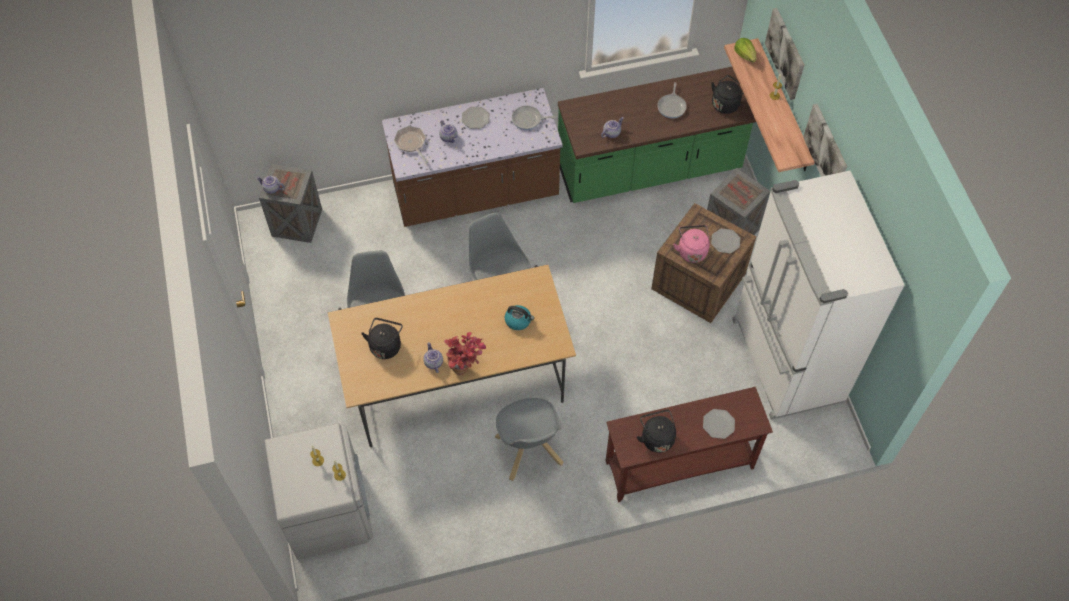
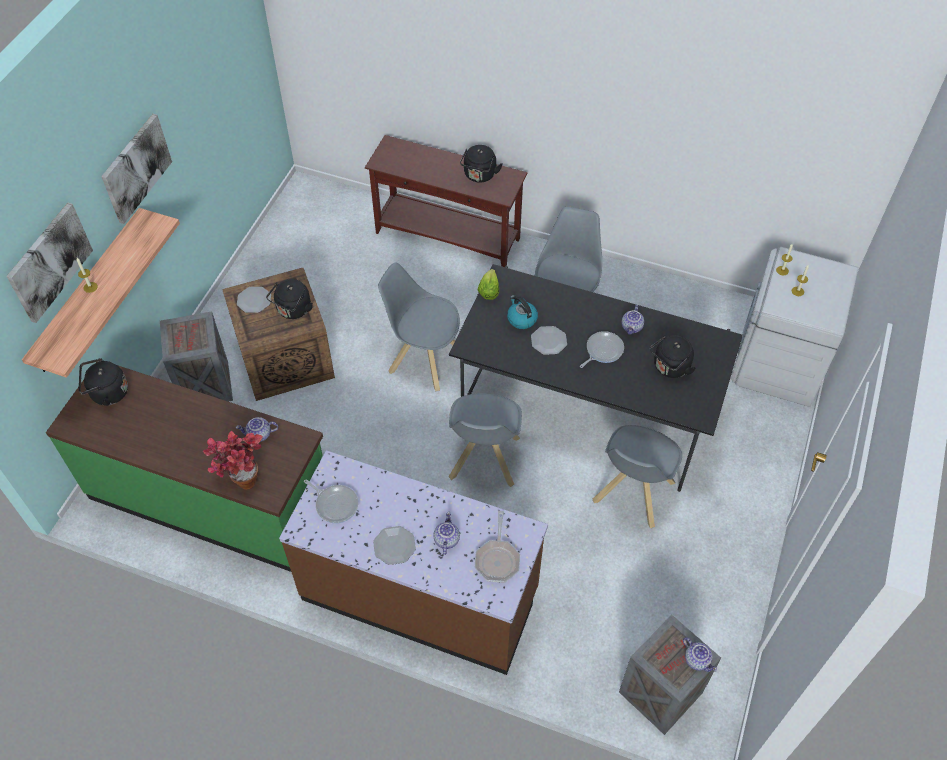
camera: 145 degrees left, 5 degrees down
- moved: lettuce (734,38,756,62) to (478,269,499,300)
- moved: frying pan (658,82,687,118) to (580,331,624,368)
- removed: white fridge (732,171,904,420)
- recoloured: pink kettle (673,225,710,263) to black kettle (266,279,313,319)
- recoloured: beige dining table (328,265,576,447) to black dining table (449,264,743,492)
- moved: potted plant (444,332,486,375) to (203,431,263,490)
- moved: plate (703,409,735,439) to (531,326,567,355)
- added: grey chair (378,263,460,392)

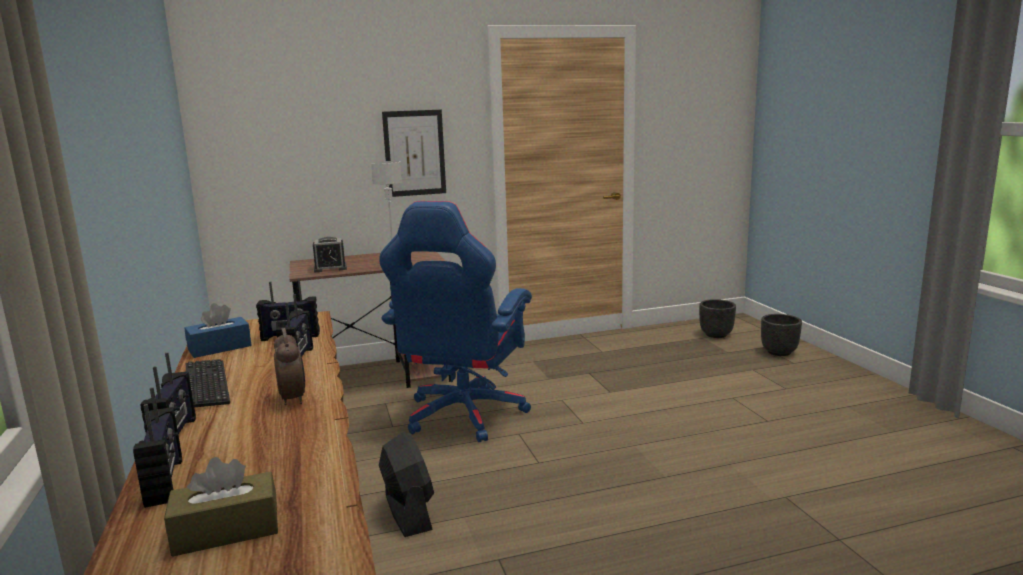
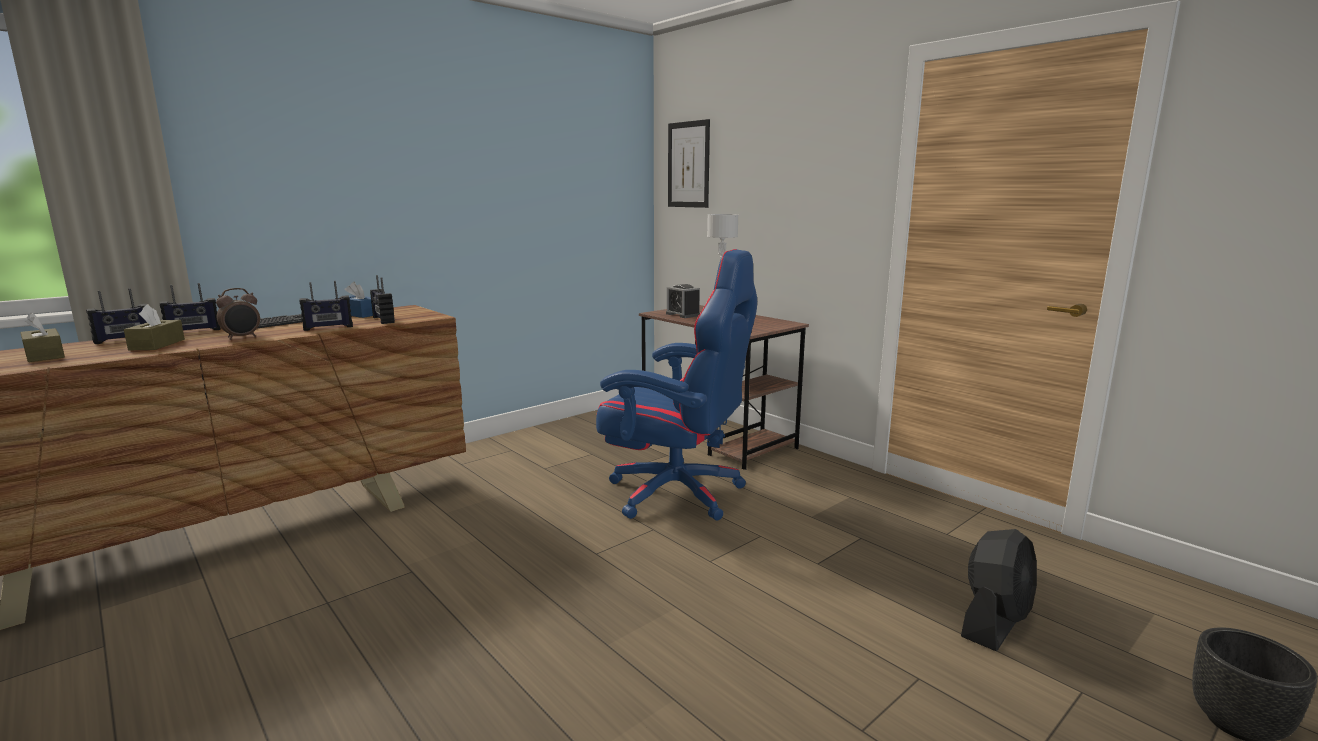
camera: 65 degrees right, 0 degrees up
- moved: picture (382,110,446,197) to (668,119,710,208)
- turned: blue office chair (379,201,532,442) = (596,249,757,521) 150 degrees counterclockwise
- removed: black planter (699,299,736,338)
- moved: black fan (379,432,434,537) to (961,529,1037,652)
- added: brown tissue box (124,304,185,350)

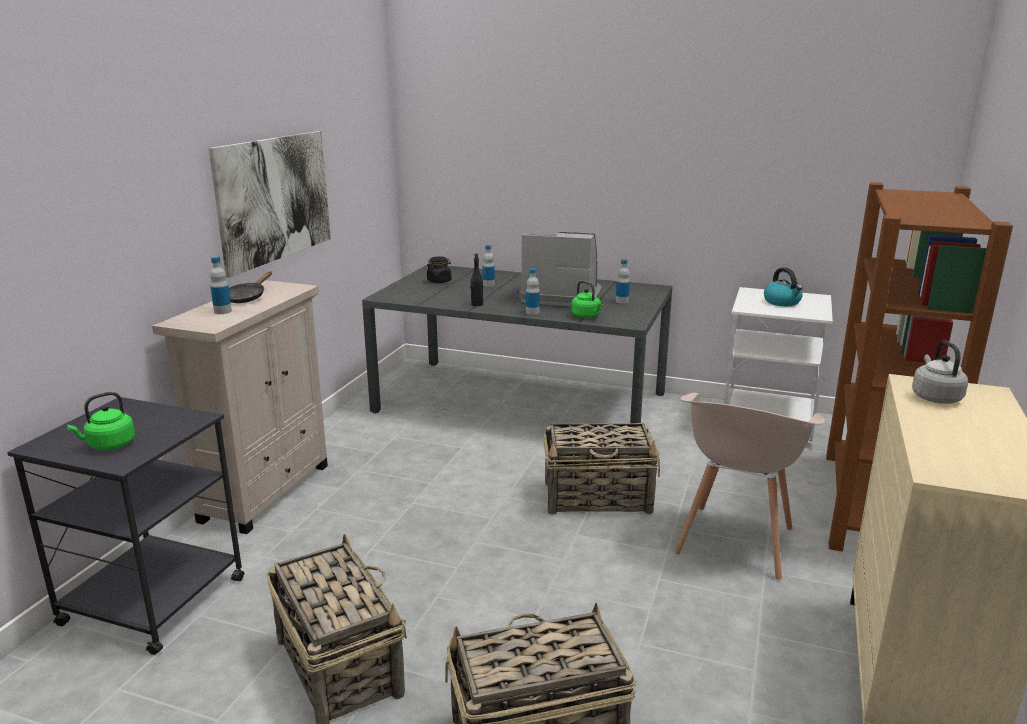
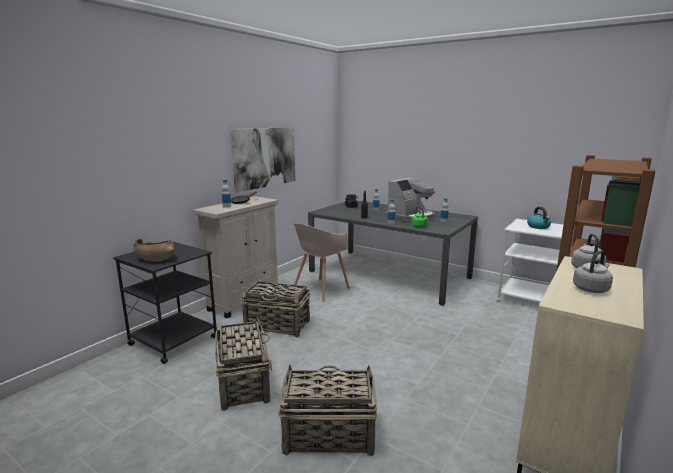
camera: 15 degrees right, 5 degrees down
- turned: coffee machine (519,232,602,307) = (386,177,435,222) 105 degrees clockwise
- replaced: green kettle (67,392,135,450) to brown bowl (133,238,175,262)
- moved: beige chair (674,393,825,580) to (293,223,350,302)
- moved: basket (544,423,660,515) to (240,281,310,337)
- added: grey kettle (573,250,613,293)

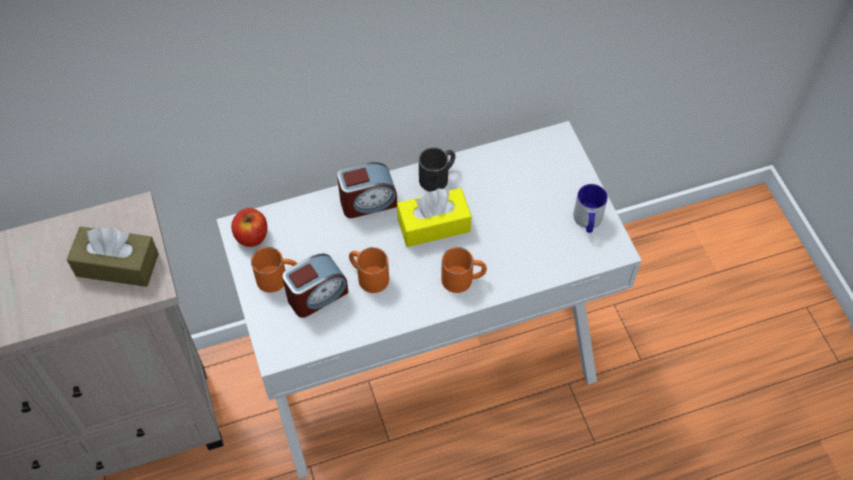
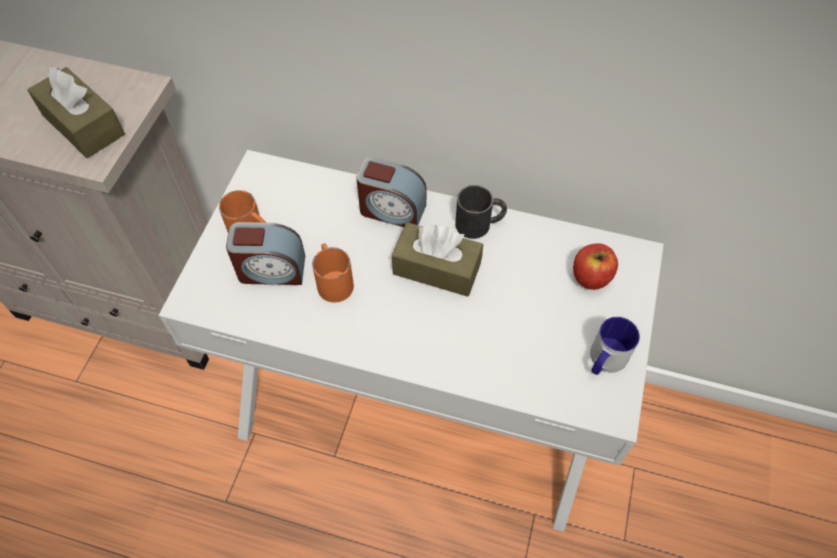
camera: 35 degrees right, 0 degrees up
- recoloured: yellow tissue box (397,188,472,247) to brown tissue box (392,222,483,297)
- moved: apple (231,208,267,247) to (573,243,618,290)
- removed: orange mug (441,247,487,293)

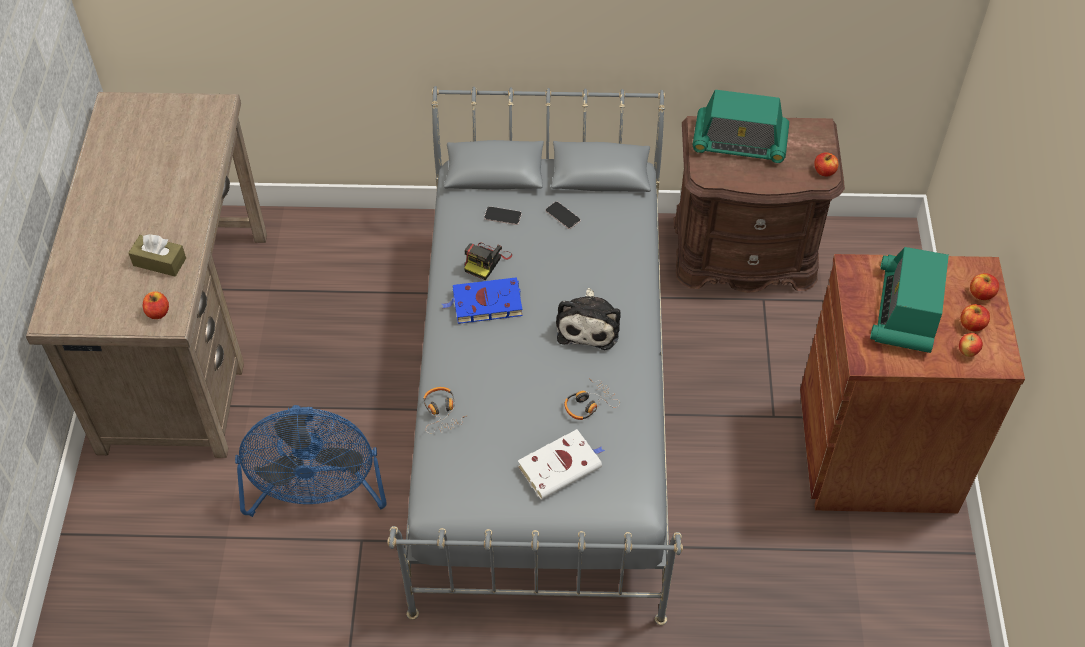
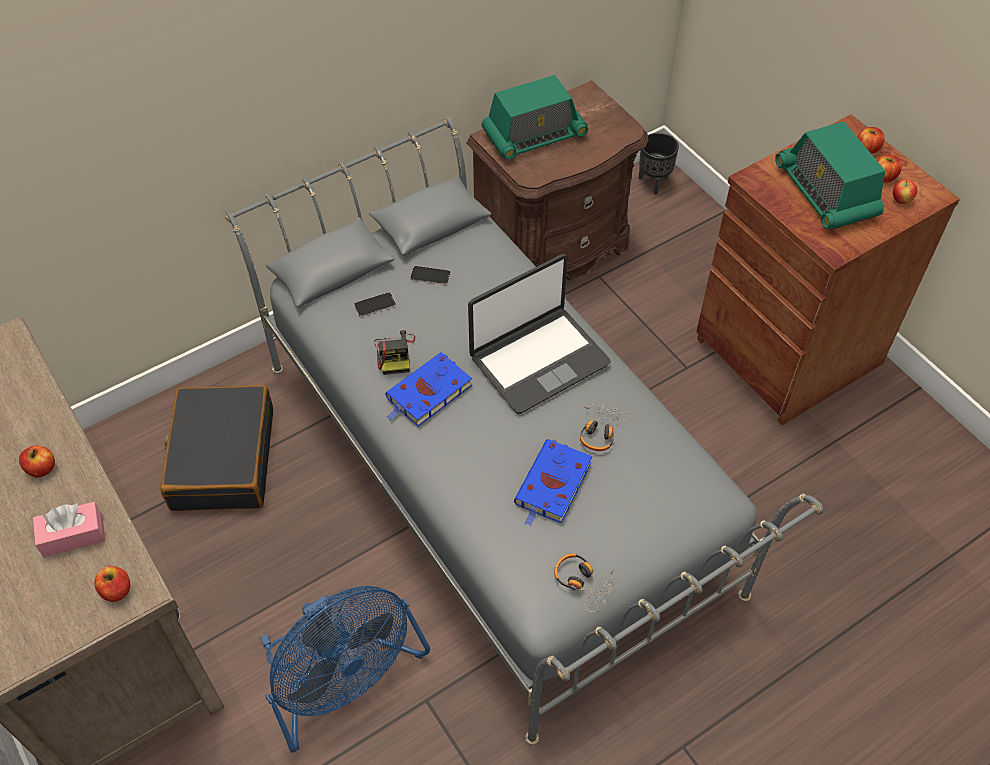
camera: 35 degrees left, 0 degrees up
- moved: apple (814,152,839,176) to (19,446,55,477)
- recoloured: brown tissue box (128,234,186,277) to pink tissue box (33,502,105,557)
- replaced: plush toy (556,288,621,350) to laptop (468,254,611,414)
- moved: headphones (423,387,466,434) to (554,553,616,612)
- removed: white book (518,429,605,500)
- added: black planter (639,133,679,195)
- added: black suitcase (160,385,273,511)
- added: blue book (514,439,592,527)

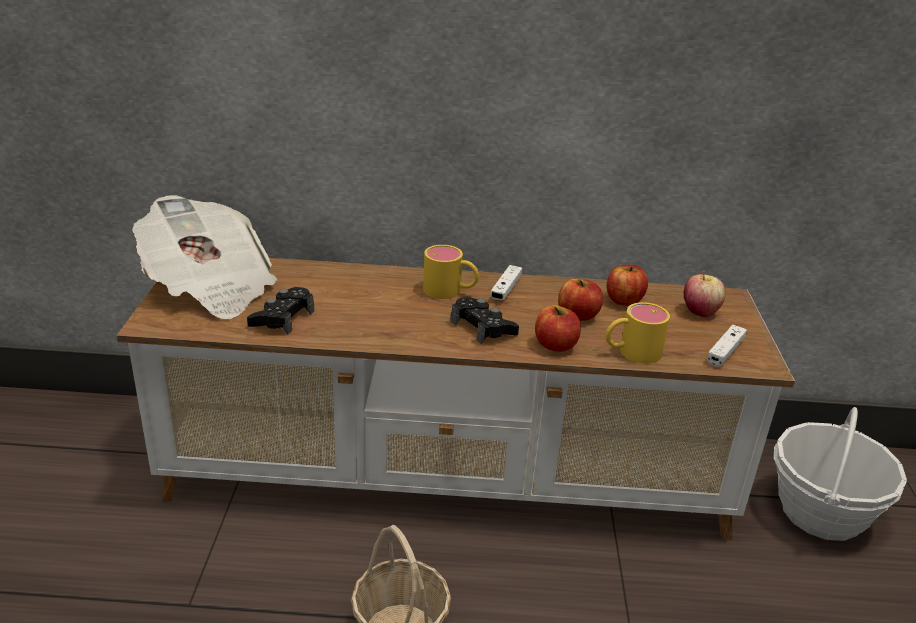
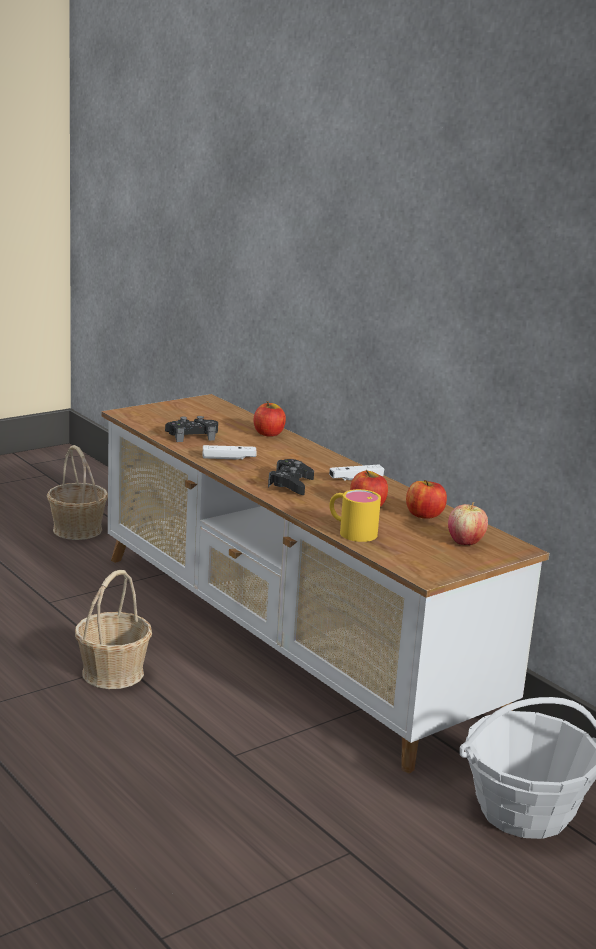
camera: 50 degrees right, 10 degrees down
- removed: newspaper (132,195,277,319)
- removed: yellow mug (423,245,479,299)
- moved: apple (535,305,581,352) to (253,401,286,437)
- moved: white game controller (707,325,747,367) to (203,445,257,460)
- added: basket (47,445,108,540)

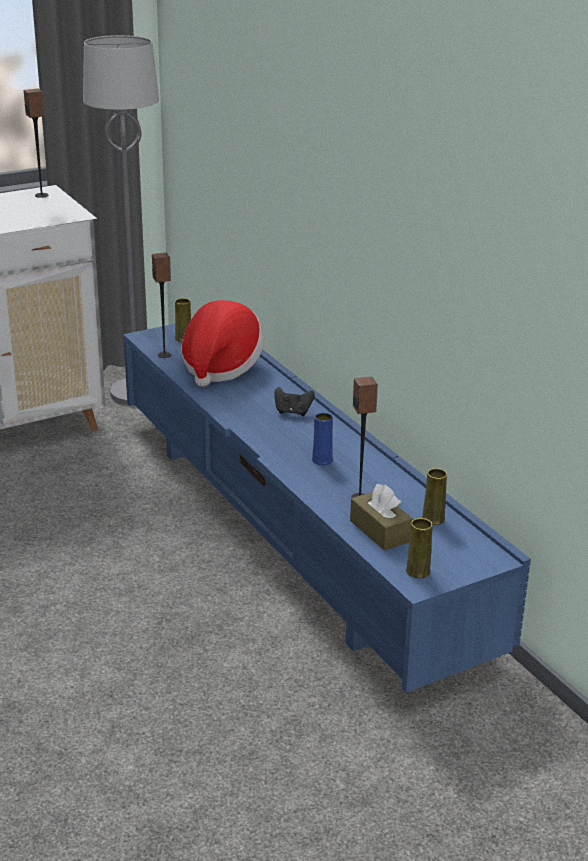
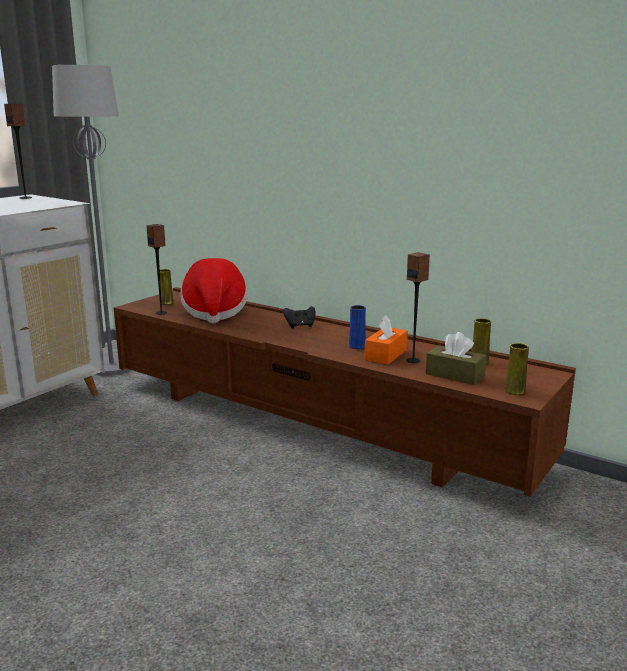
camera: 25 degrees left, 10 degrees down
- recoloured: blue tv stand (123,324,531,693) to brown tv stand (114,287,576,497)
- added: orange tissue box (364,315,408,365)

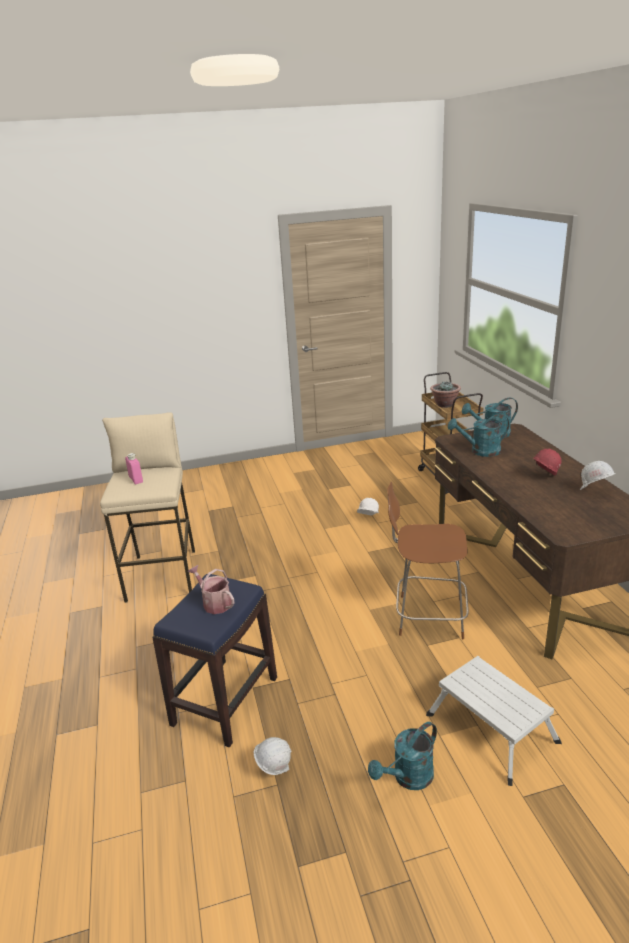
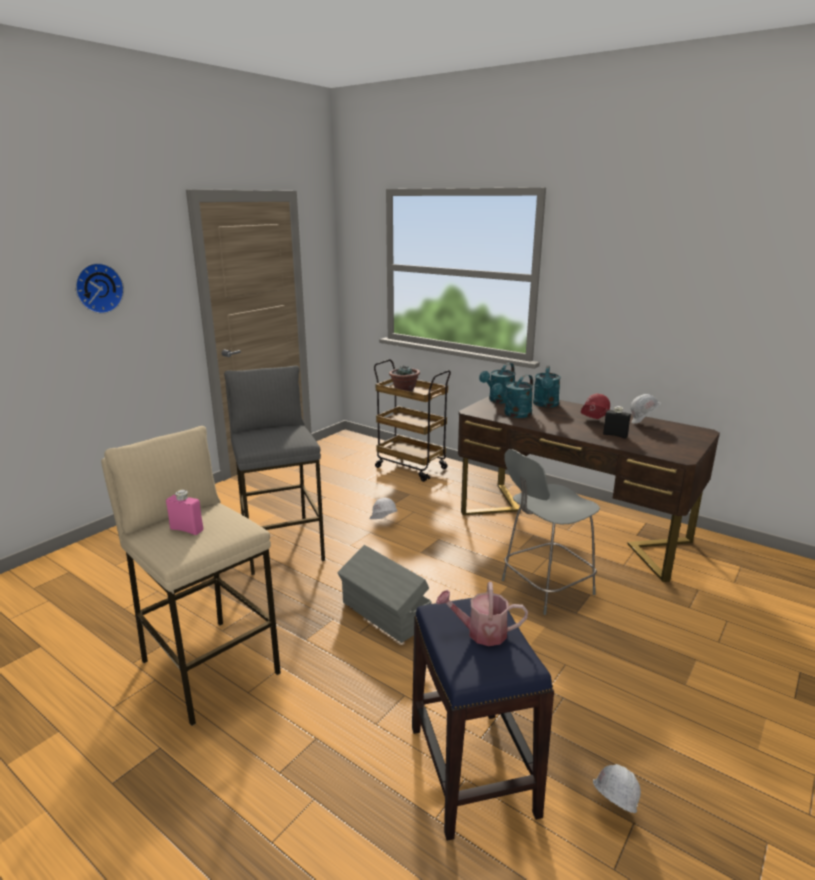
camera: 40 degrees left, 5 degrees down
- recoloured: brown chair (387,482,469,639) to grey chair (502,449,600,615)
- removed: white step ladder (426,656,562,786)
- moved: turquoise watering can (368,722,437,790) to (533,365,561,407)
- added: wall clock (75,263,124,314)
- added: grey stool (224,366,325,575)
- added: black bottle (603,406,631,439)
- added: grey storage box (337,545,432,643)

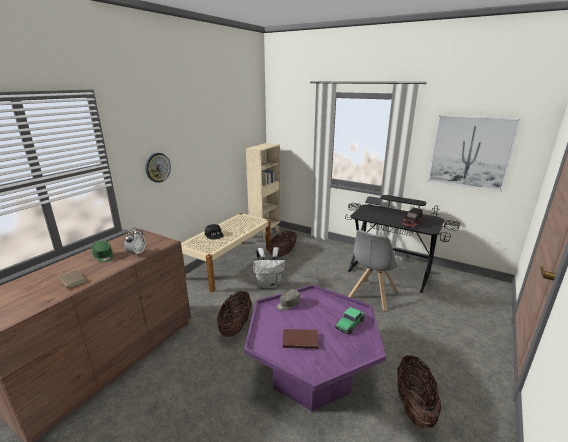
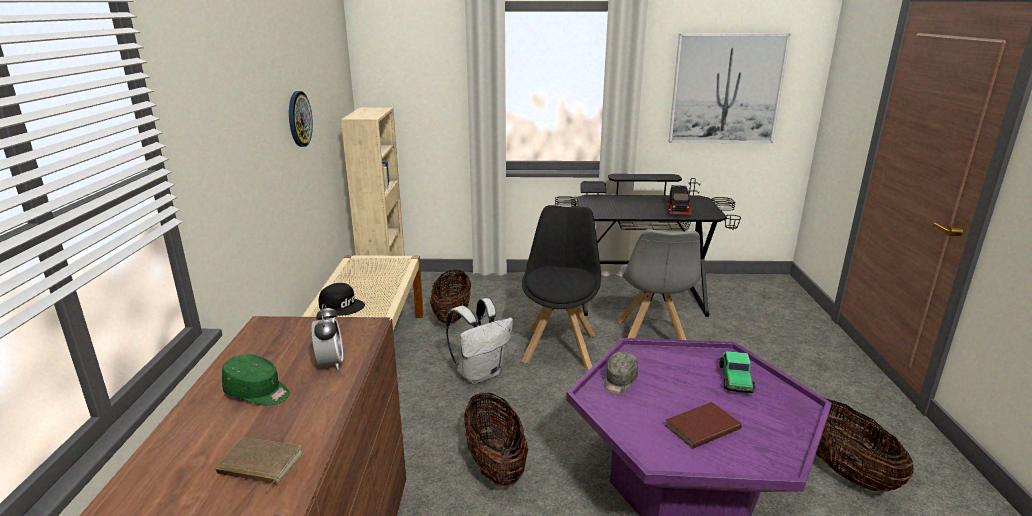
camera: 30 degrees left, 0 degrees up
- moved: wall clock (145,153,171,183) to (289,91,313,147)
- added: black chair (521,205,601,370)

